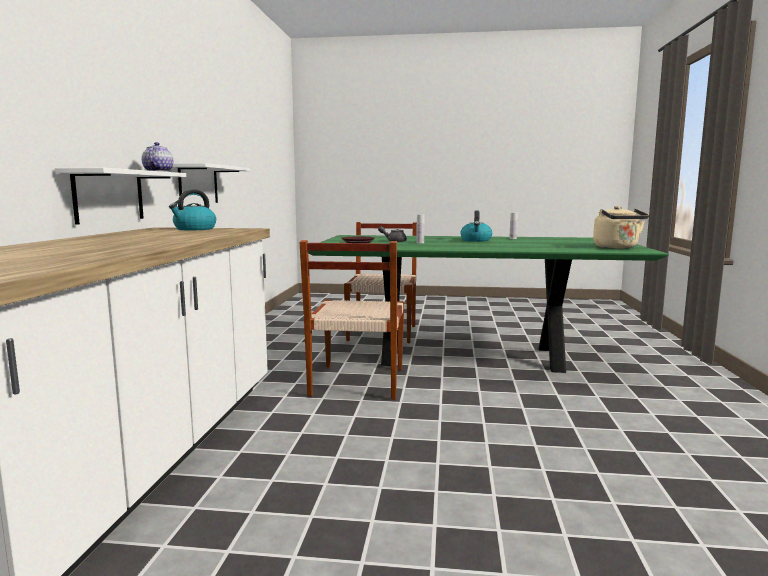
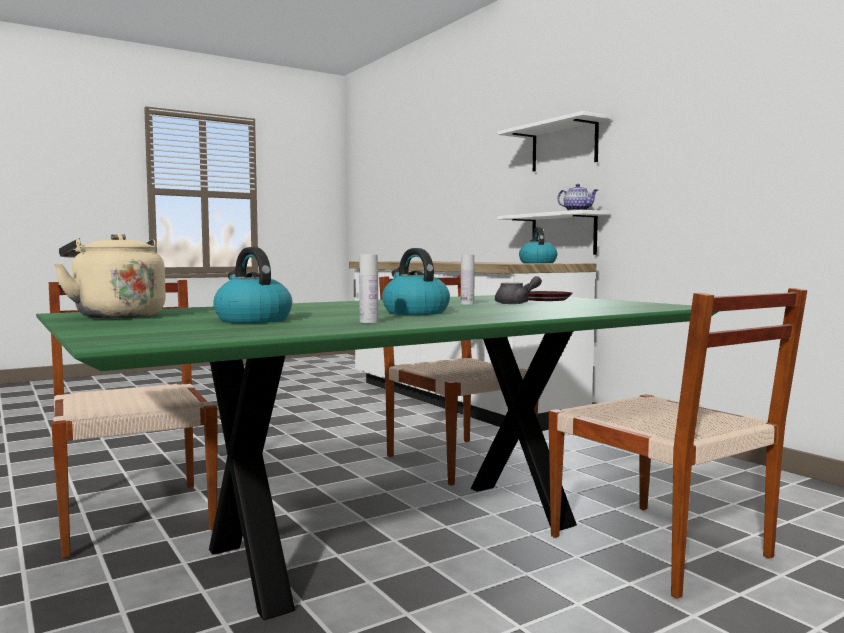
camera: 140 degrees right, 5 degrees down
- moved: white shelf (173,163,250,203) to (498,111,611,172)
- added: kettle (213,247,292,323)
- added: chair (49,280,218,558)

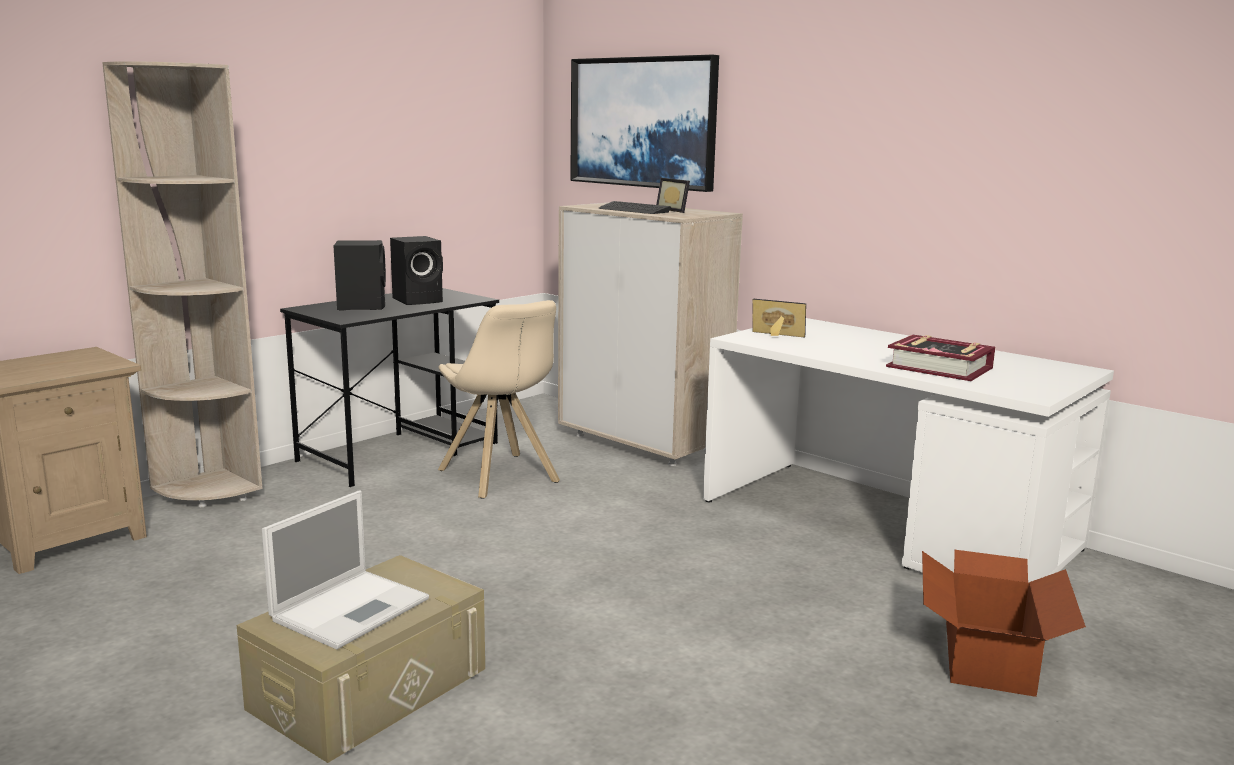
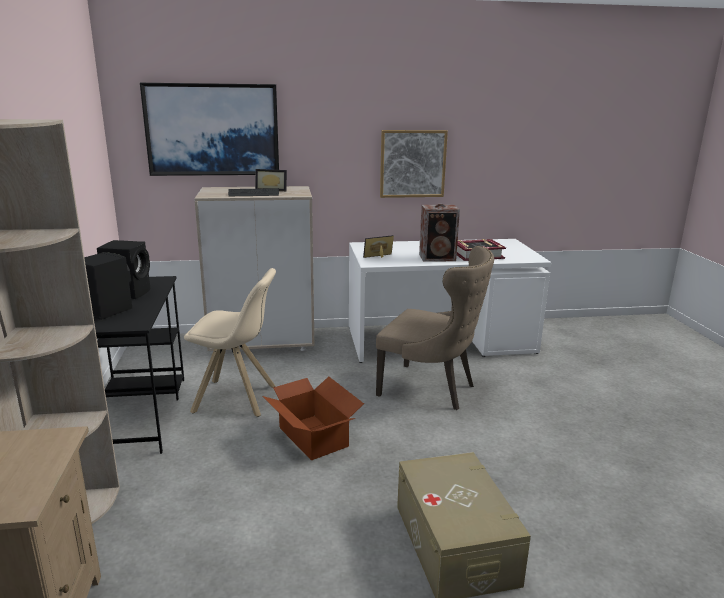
camera: 50 degrees left, 5 degrees up
- removed: laptop (262,490,429,650)
- moved: cardboard box (922,550,1086,697) to (262,376,364,461)
- added: picture (380,130,448,198)
- added: speaker (419,204,460,262)
- added: beige chair (376,246,494,410)

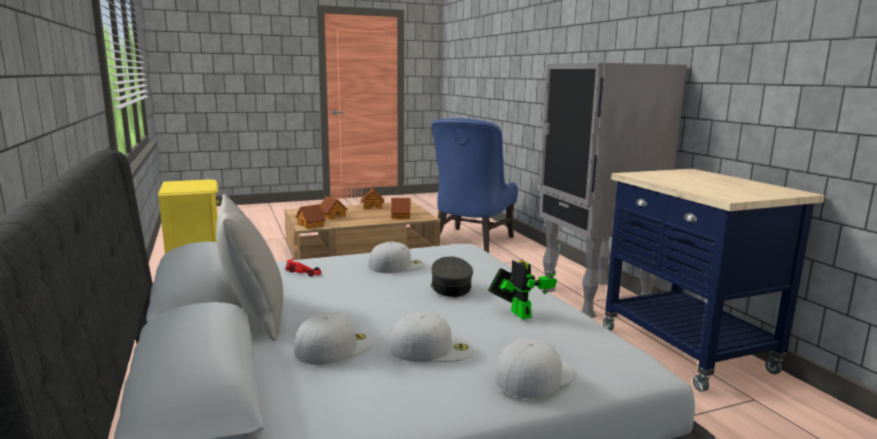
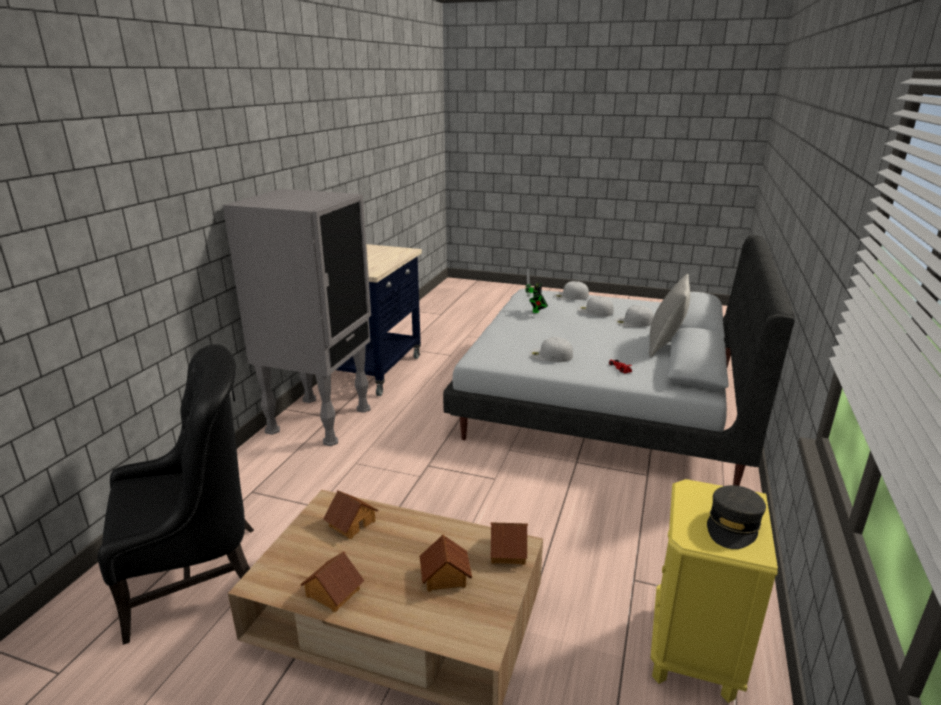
camera: 140 degrees left, 10 degrees up
- recoloured: blue chair (431,118,518,253) to black chair (98,344,254,645)
- moved: grey cap (431,256,473,297) to (707,485,766,549)

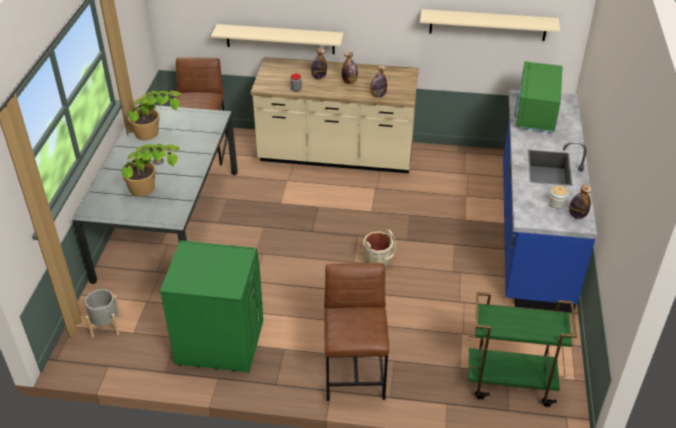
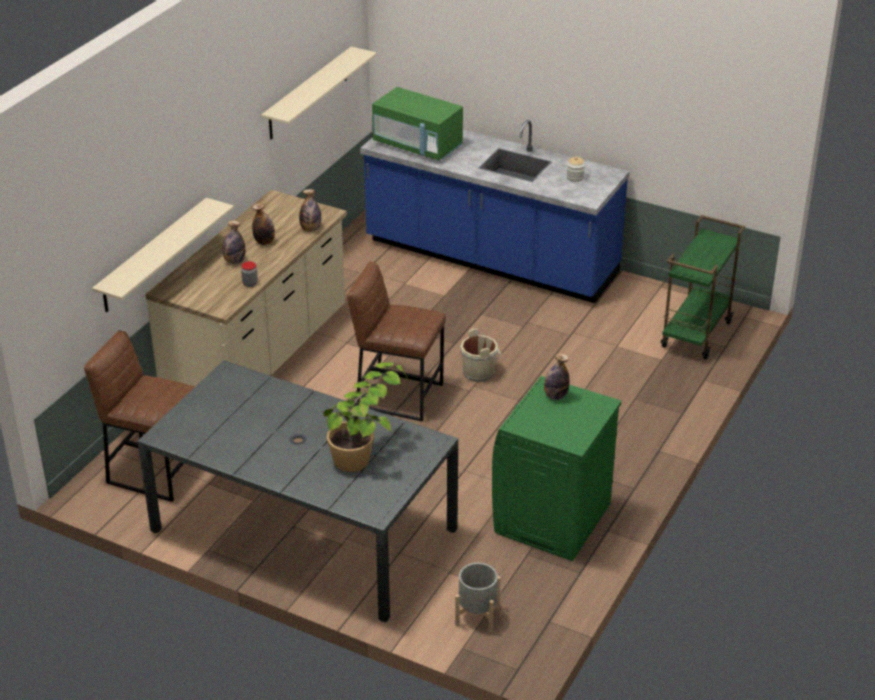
camera: 70 degrees left, 5 degrees down
- removed: potted plant (128,90,182,140)
- moved: bottle (569,185,592,219) to (544,353,570,400)
- moved: brown chair (324,263,390,401) to (347,262,446,422)

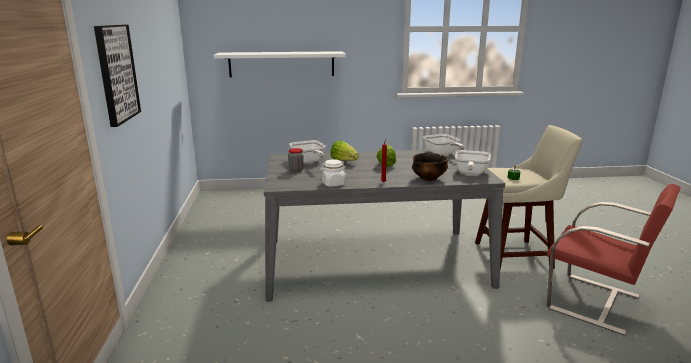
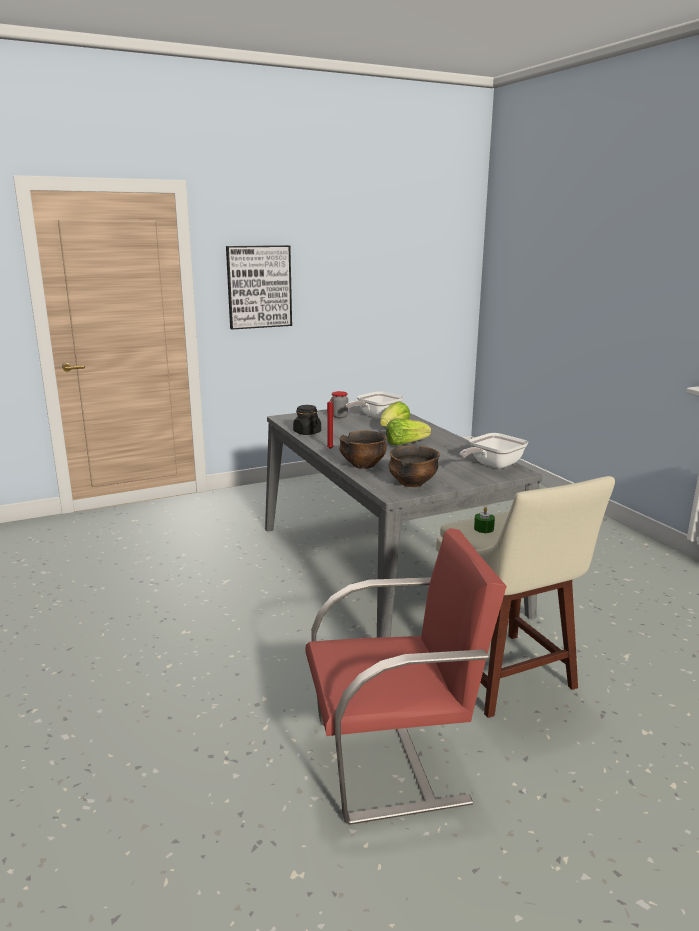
camera: 70 degrees right, 0 degrees up
- removed: white shelf (214,51,346,77)
- replaced: frying pan (455,150,491,175) to bowl (389,445,440,487)
- recoloured: white jar (320,160,346,187) to black jar (293,405,321,435)
- turned: red chair (547,184,681,335) = (305,528,507,825) 120 degrees counterclockwise

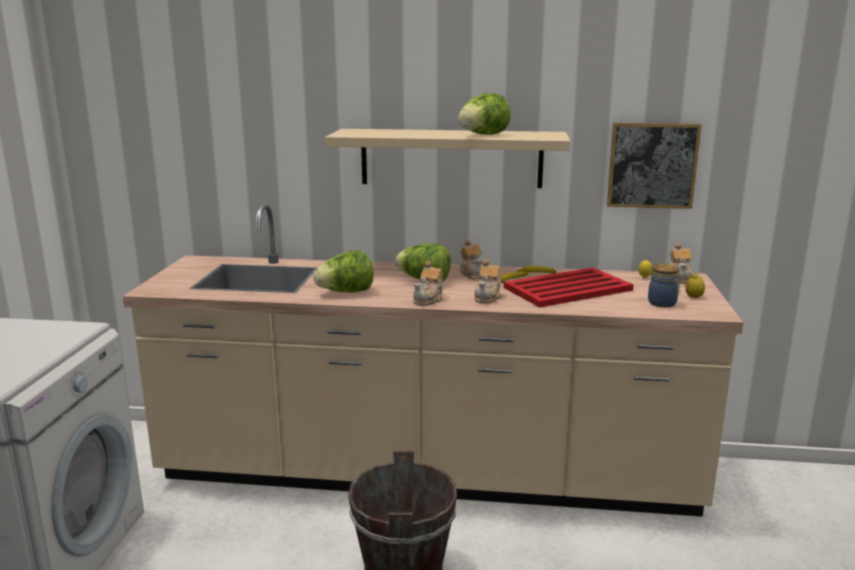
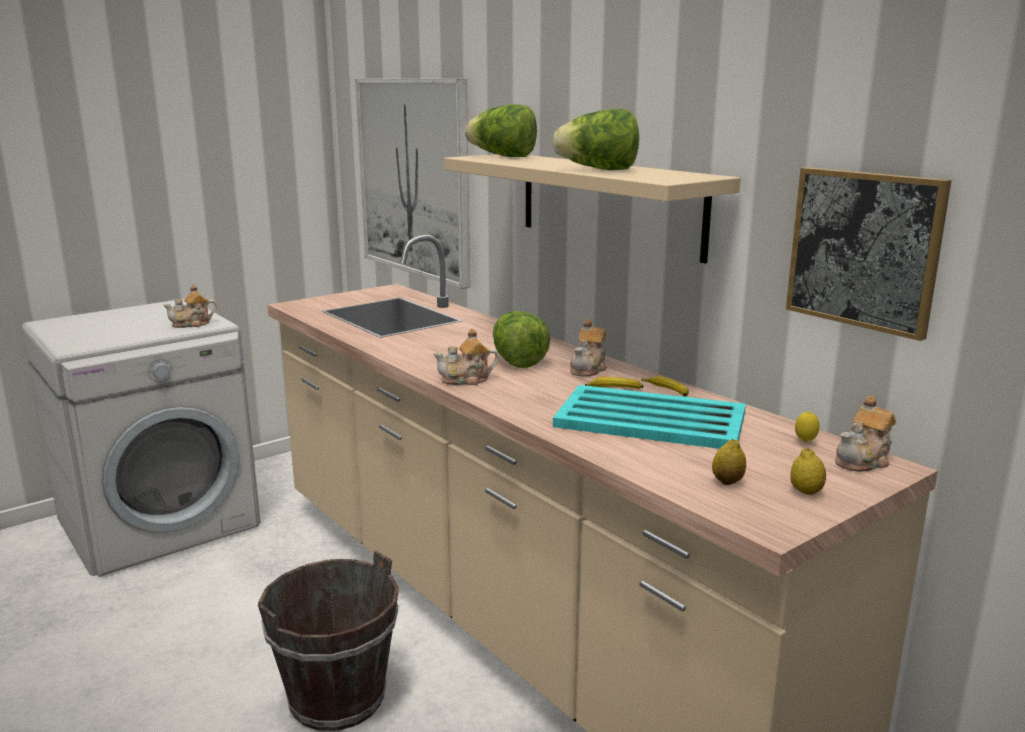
camera: 45 degrees right, 0 degrees up
- moved: lettuce (313,250,374,293) to (465,104,537,157)
- moved: teapot (474,259,501,304) to (163,285,217,328)
- replaced: jar (648,264,681,307) to lemon (712,439,746,485)
- recoloured: red tray (504,268,634,308) to turquoise tray (553,385,746,449)
- added: picture (355,79,470,289)

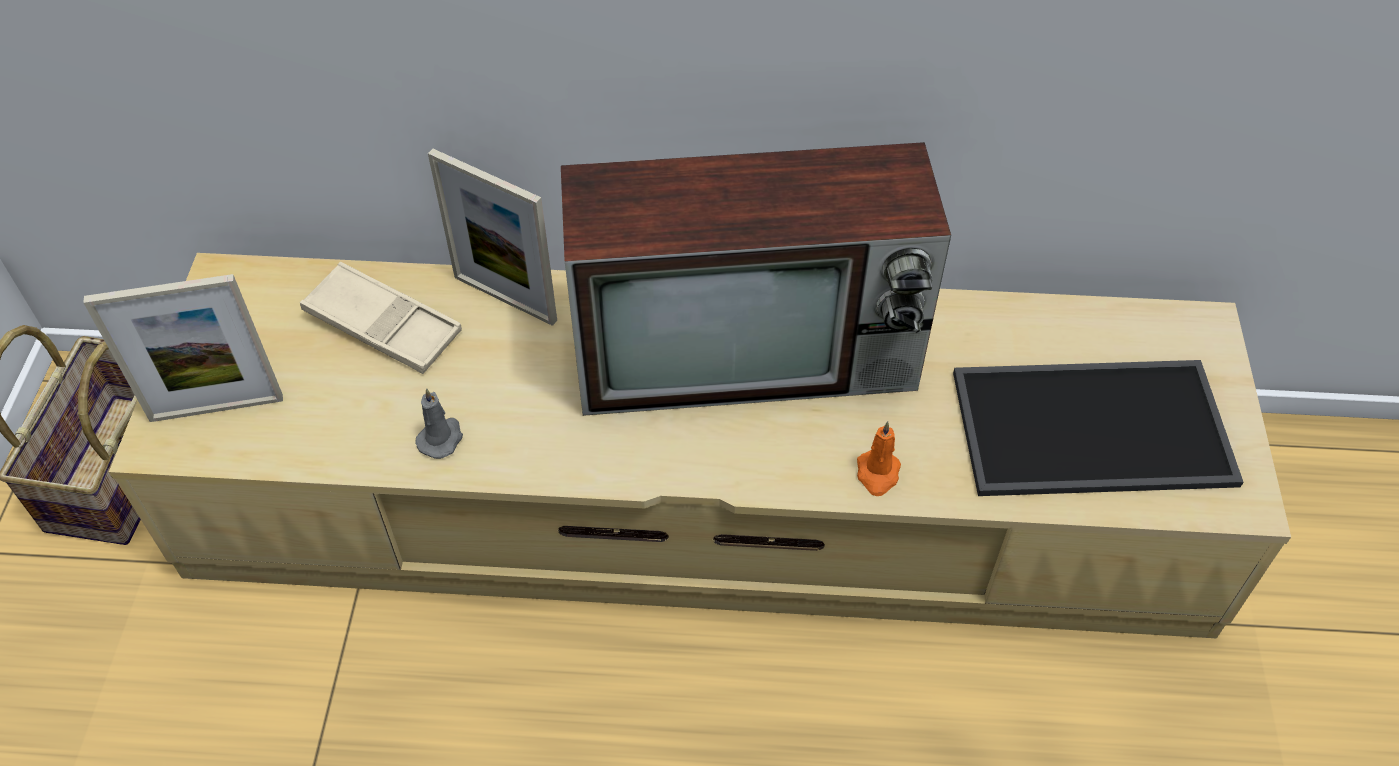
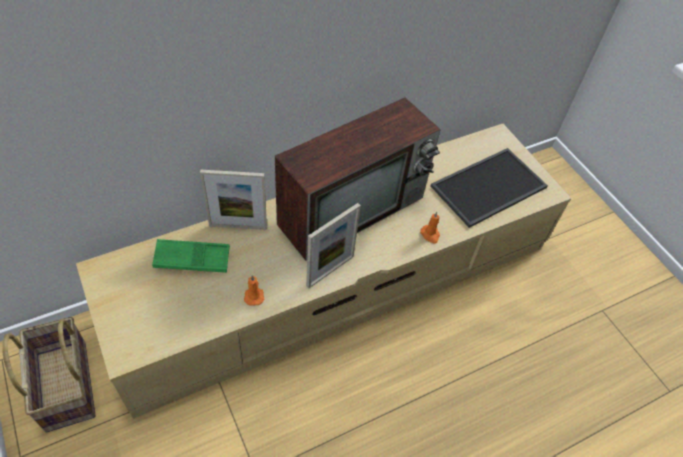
camera: 35 degrees left, 0 degrees up
- recoloured: beige tray (300,262,462,374) to green tray (152,239,230,273)
- moved: picture frame (83,274,283,422) to (306,203,361,288)
- recoloured: grey candle (415,388,463,459) to orange candle (244,275,265,306)

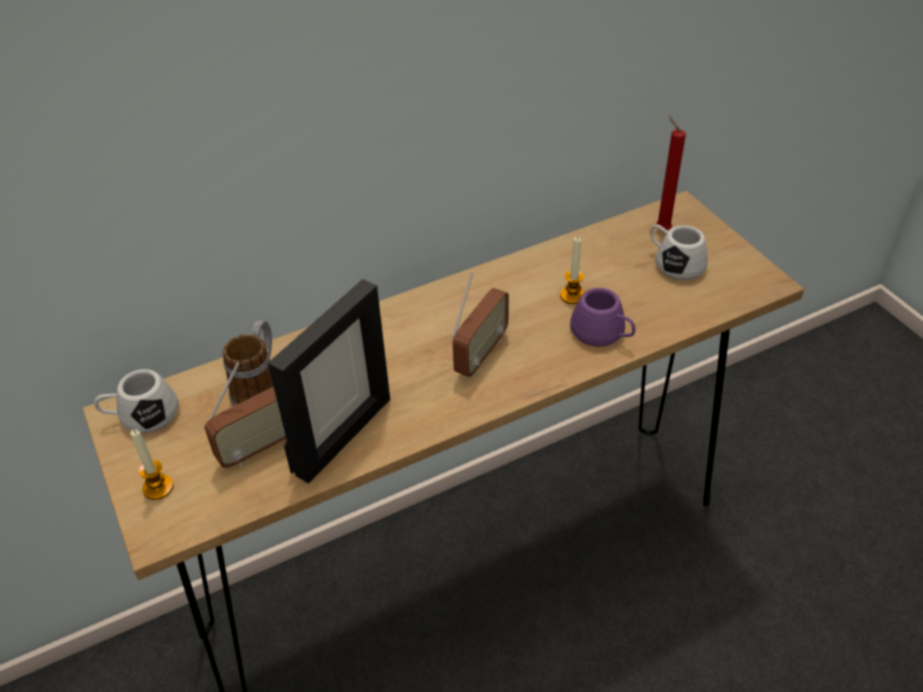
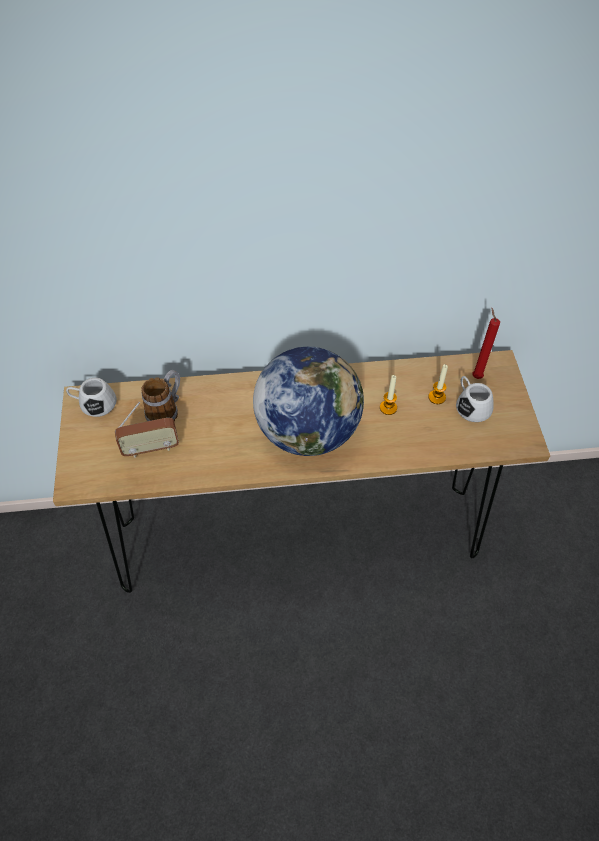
camera: 20 degrees right, 10 degrees up
- replaced: radio (452,273,509,377) to globe (253,346,364,456)
- removed: picture frame (268,279,390,484)
- removed: purple mug (570,288,636,347)
- moved: candle (130,430,173,500) to (428,364,448,404)

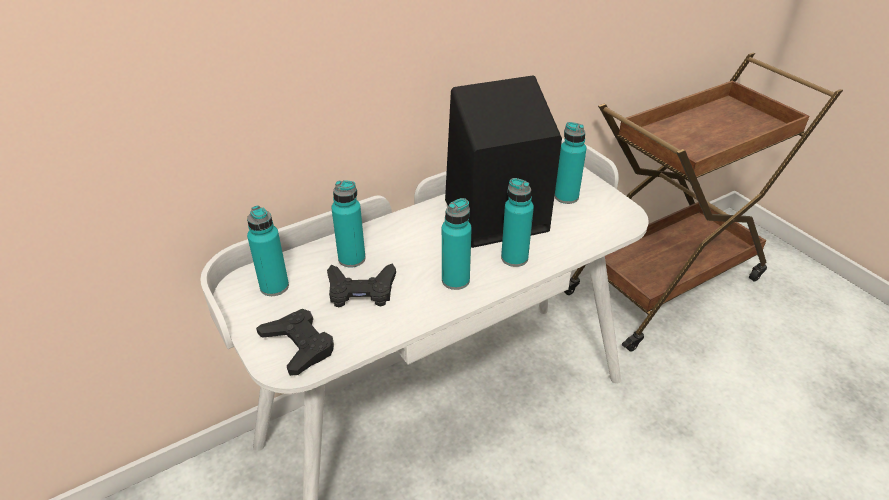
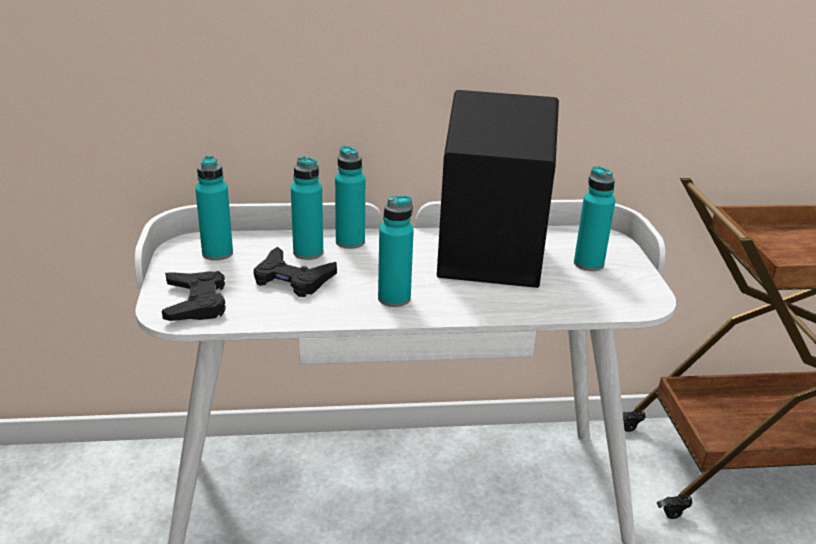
camera: 25 degrees right, 10 degrees down
- moved: turquoise bottle (501,178,534,267) to (335,146,365,249)

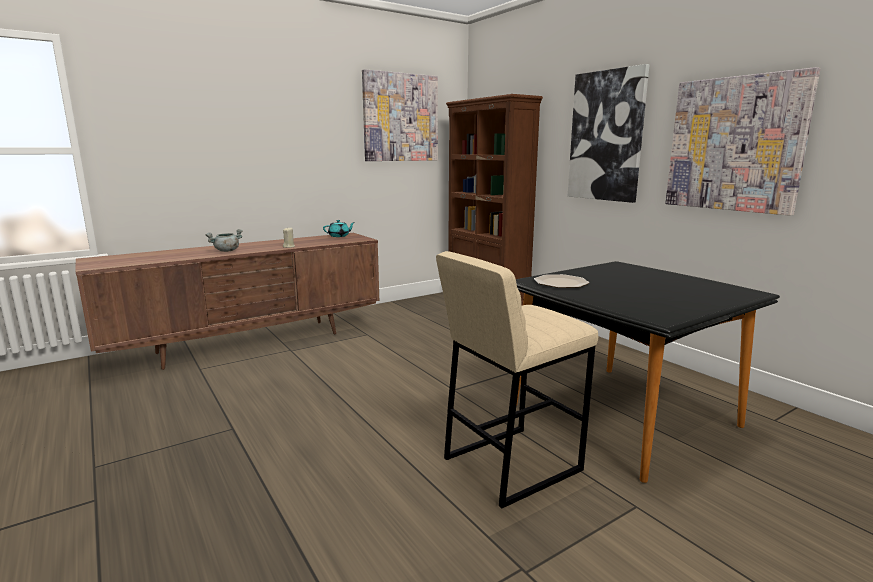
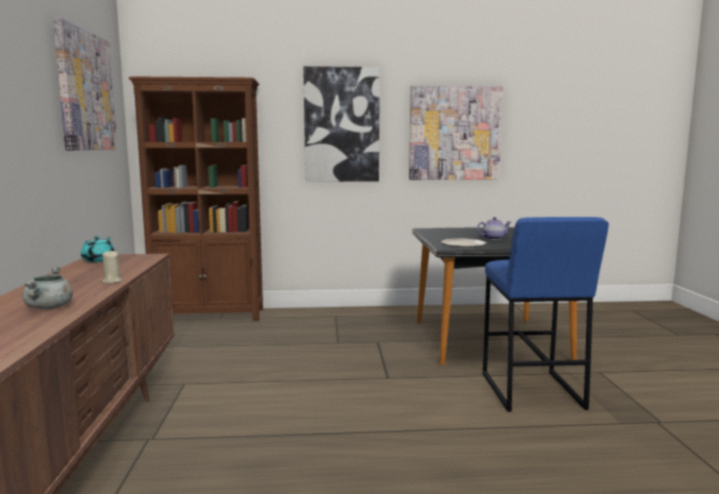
camera: 60 degrees left, 5 degrees down
- recoloured: beige stool (436,251,598,508) to blue stool (483,217,609,412)
- added: teapot (477,217,511,240)

